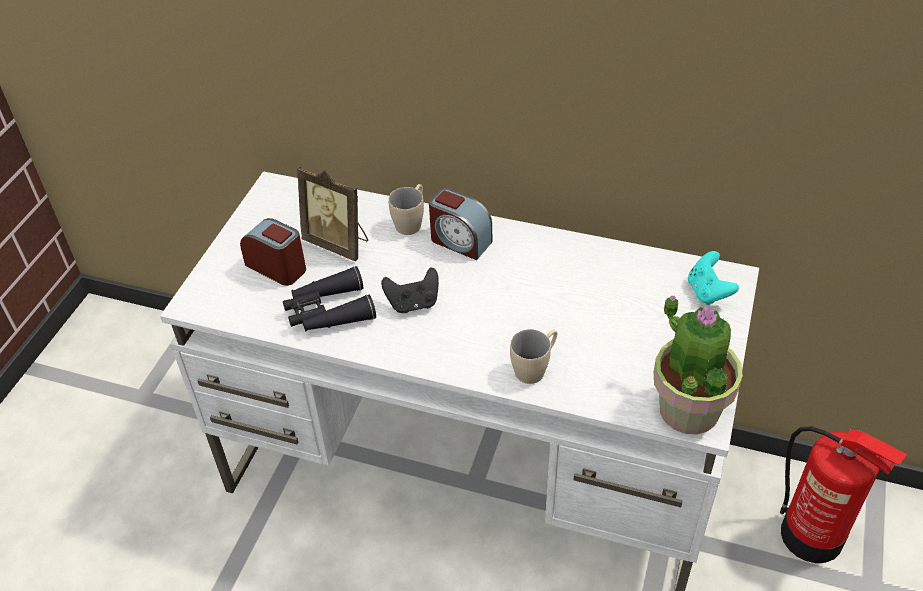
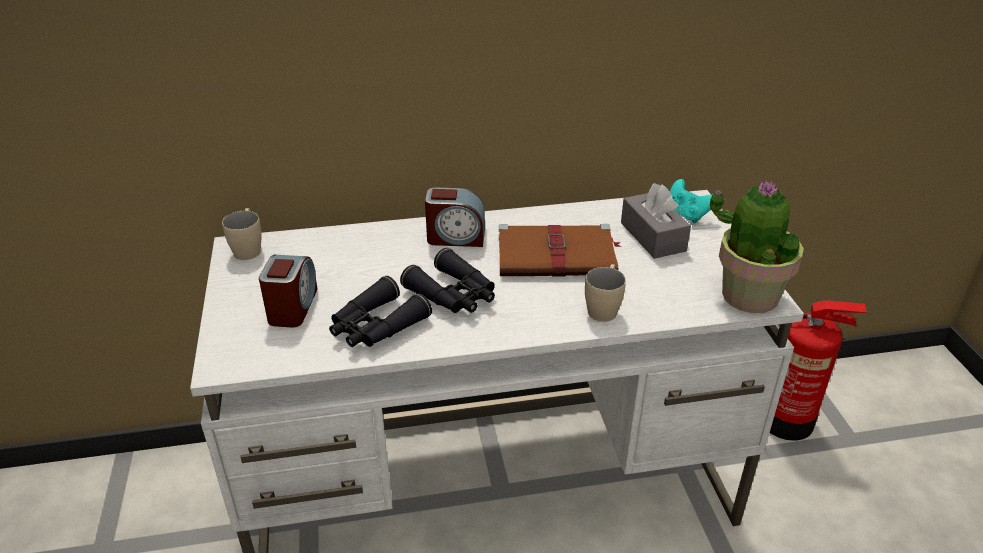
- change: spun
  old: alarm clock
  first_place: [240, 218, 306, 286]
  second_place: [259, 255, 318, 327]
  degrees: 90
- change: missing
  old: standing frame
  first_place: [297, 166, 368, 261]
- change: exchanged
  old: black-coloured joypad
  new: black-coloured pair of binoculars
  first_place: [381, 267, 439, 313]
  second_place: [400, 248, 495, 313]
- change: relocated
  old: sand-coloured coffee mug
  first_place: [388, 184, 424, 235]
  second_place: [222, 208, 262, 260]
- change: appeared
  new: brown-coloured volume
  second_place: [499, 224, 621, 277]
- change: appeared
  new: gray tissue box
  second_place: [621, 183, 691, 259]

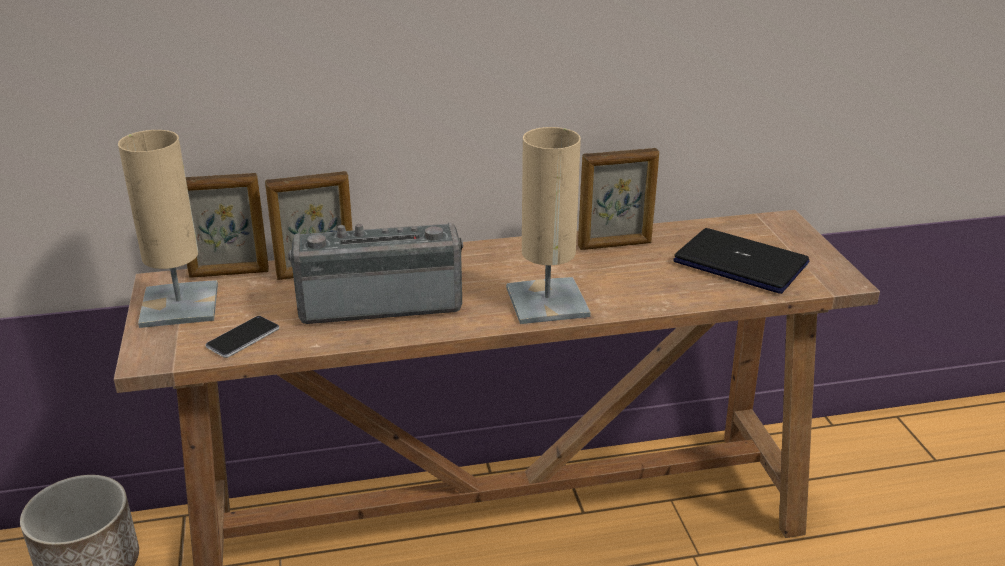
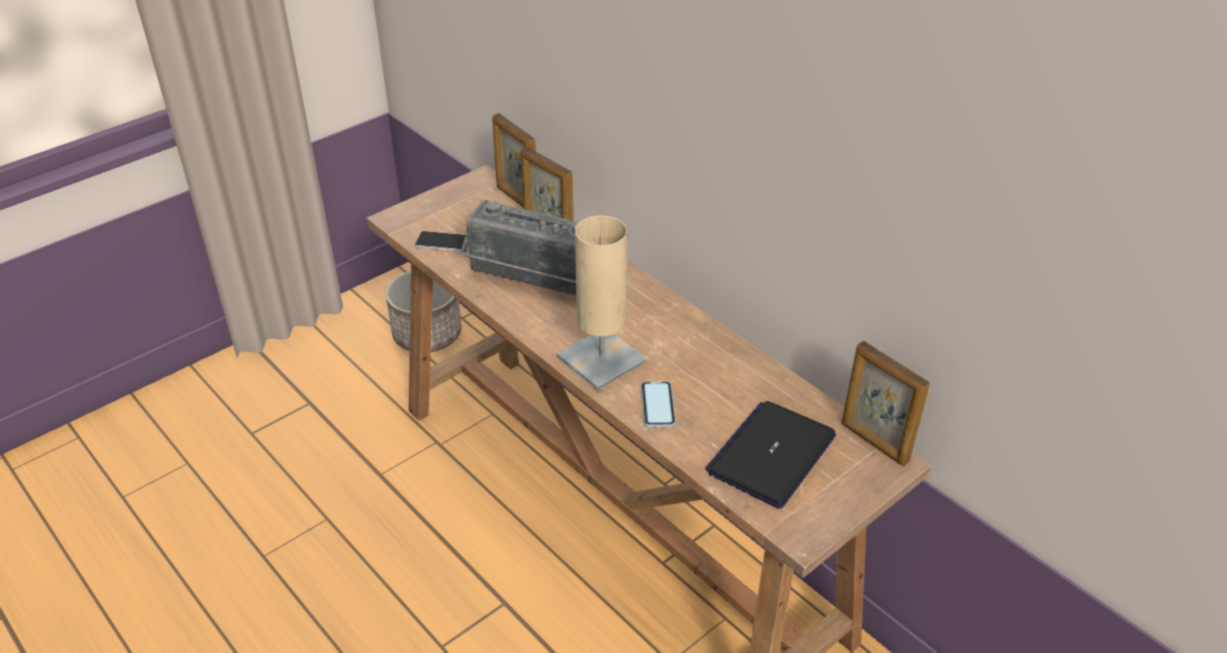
- change: missing
  old: sand-coloured tabletop lamp
  first_place: [118, 130, 218, 328]
- change: spun
  old: radio receiver
  first_place: [288, 222, 463, 324]
  second_place: [461, 200, 580, 296]
  degrees: 150
- change: relocated
  old: standing frame
  first_place: [578, 148, 659, 250]
  second_place: [841, 341, 930, 466]
- change: spun
  old: portable computer
  first_place: [673, 228, 810, 294]
  second_place: [705, 401, 836, 509]
  degrees: -150
- change: appeared
  new: handset
  second_place: [641, 381, 676, 427]

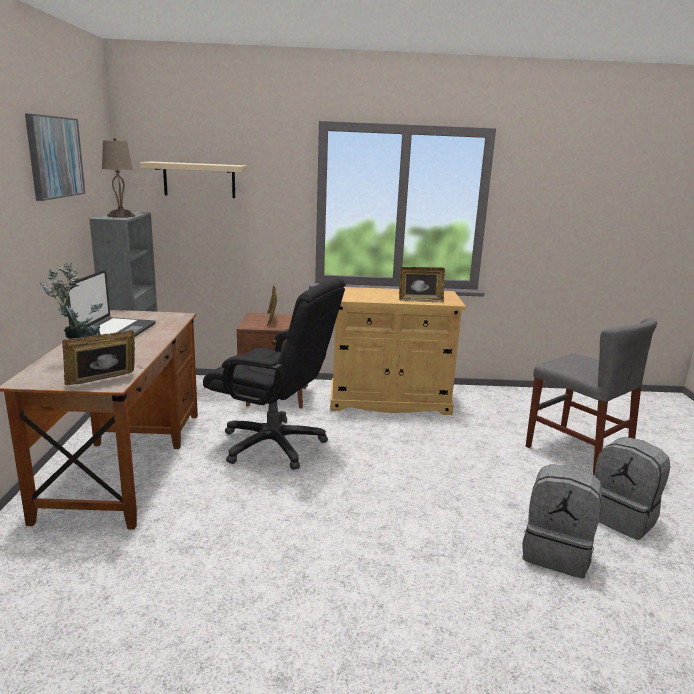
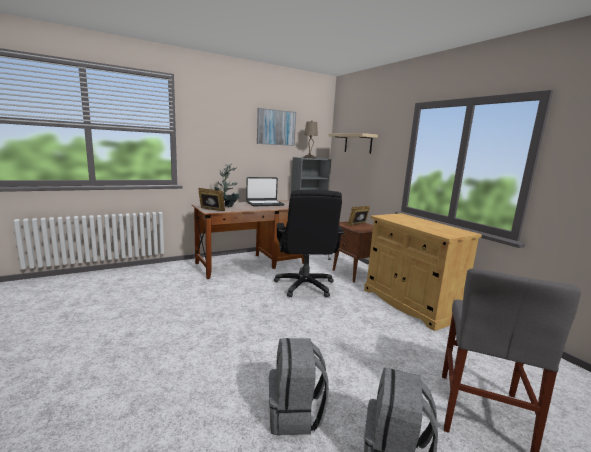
- change: missing
  old: standing frame
  first_place: [399, 267, 445, 302]

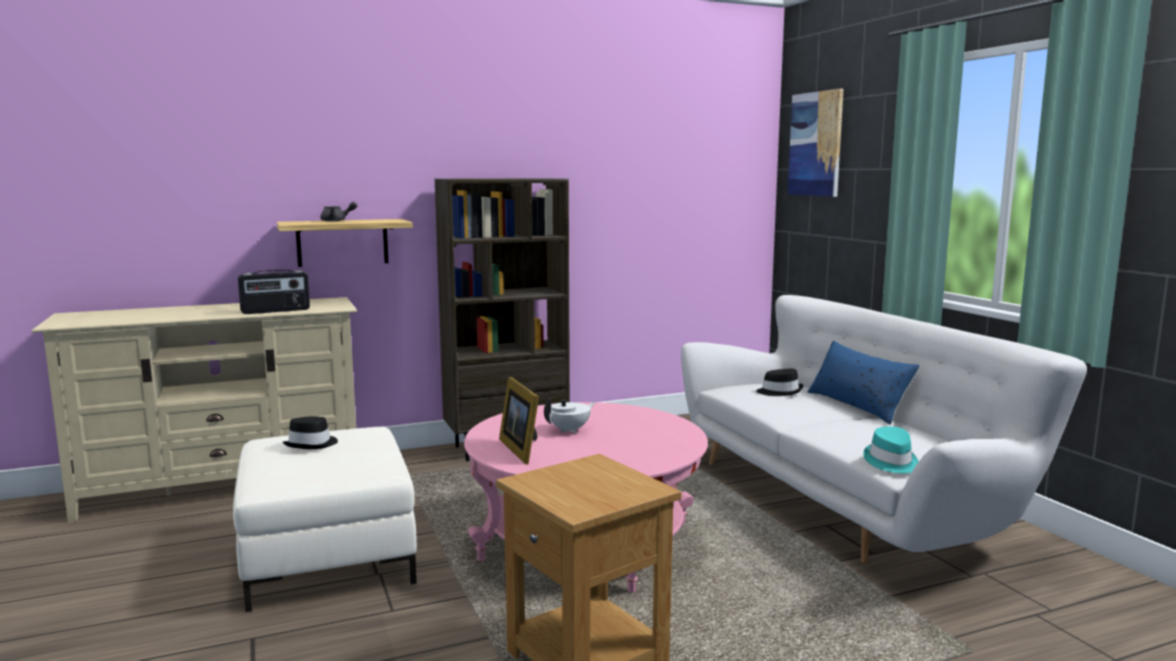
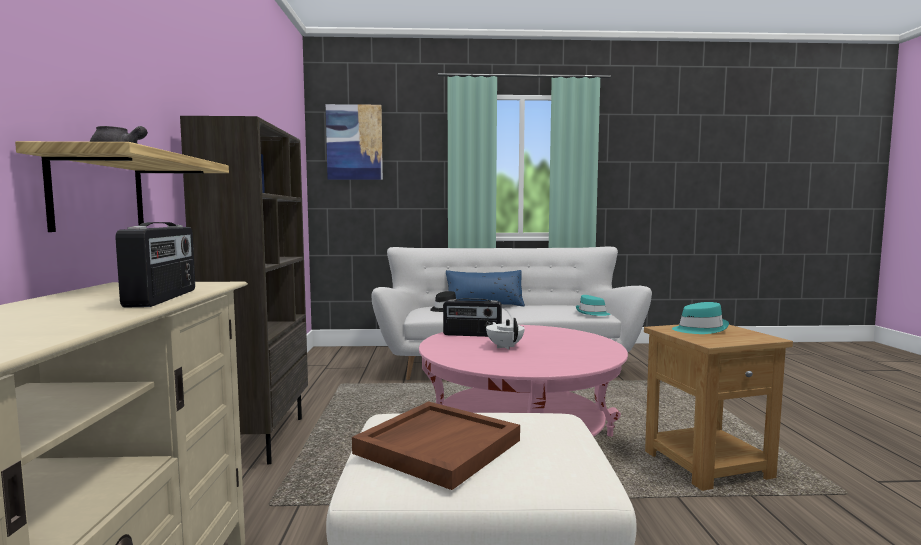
- change: exchanged
  old: black-coloured clothing hat
  new: brown-coloured serving tray
  first_place: [283, 416, 338, 449]
  second_place: [352, 401, 520, 490]
- change: missing
  old: standing frame
  first_place: [499, 377, 539, 464]
- change: appeared
  new: radio receiver
  second_place: [443, 298, 502, 337]
- change: appeared
  new: turquoise clothing hat
  second_place: [672, 302, 729, 334]

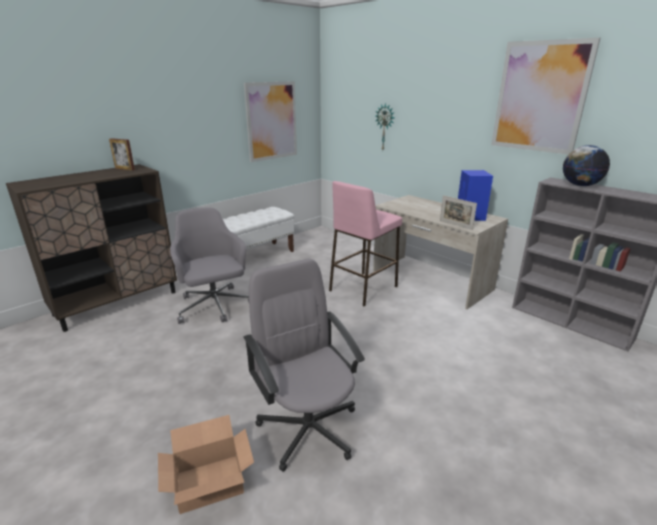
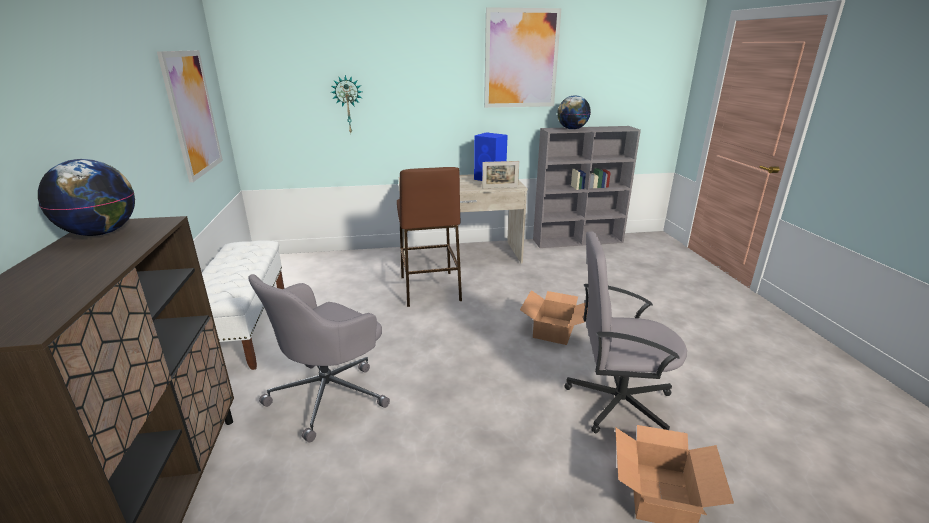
- change: exchanged
  old: standing frame
  new: globe
  first_place: [109, 138, 135, 171]
  second_place: [38, 159, 135, 236]
- change: spun
  old: gray desk chair
  first_place: [170, 208, 249, 324]
  second_place: [248, 274, 390, 442]
  degrees: -60
- change: colour
  old: pinkish stool seat
  new: brown-coloured stool seat
  first_place: [329, 181, 402, 307]
  second_place: [397, 167, 462, 307]
- change: appeared
  new: carton
  second_place: [520, 290, 588, 345]

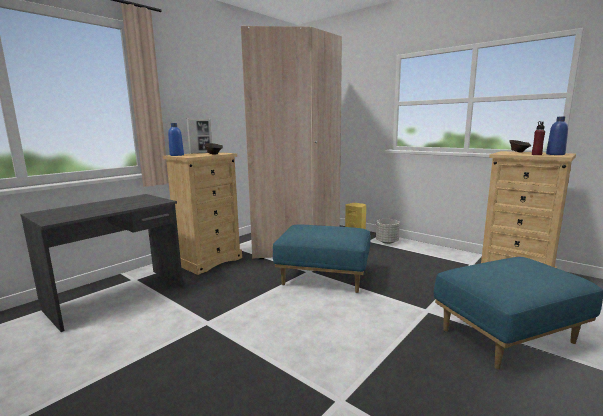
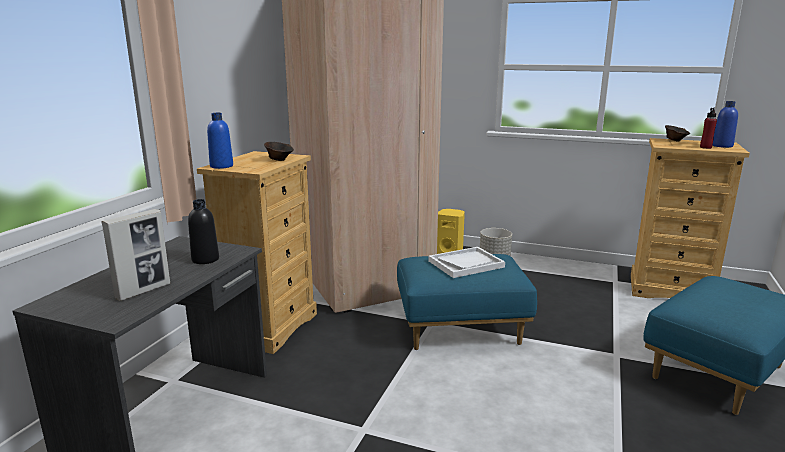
- change: relocated
  old: standing frame
  first_place: [186, 119, 212, 154]
  second_place: [101, 209, 170, 301]
- change: appeared
  new: black-coloured drink bottle
  second_place: [188, 199, 219, 264]
- change: appeared
  new: white serving tray
  second_place: [428, 247, 505, 278]

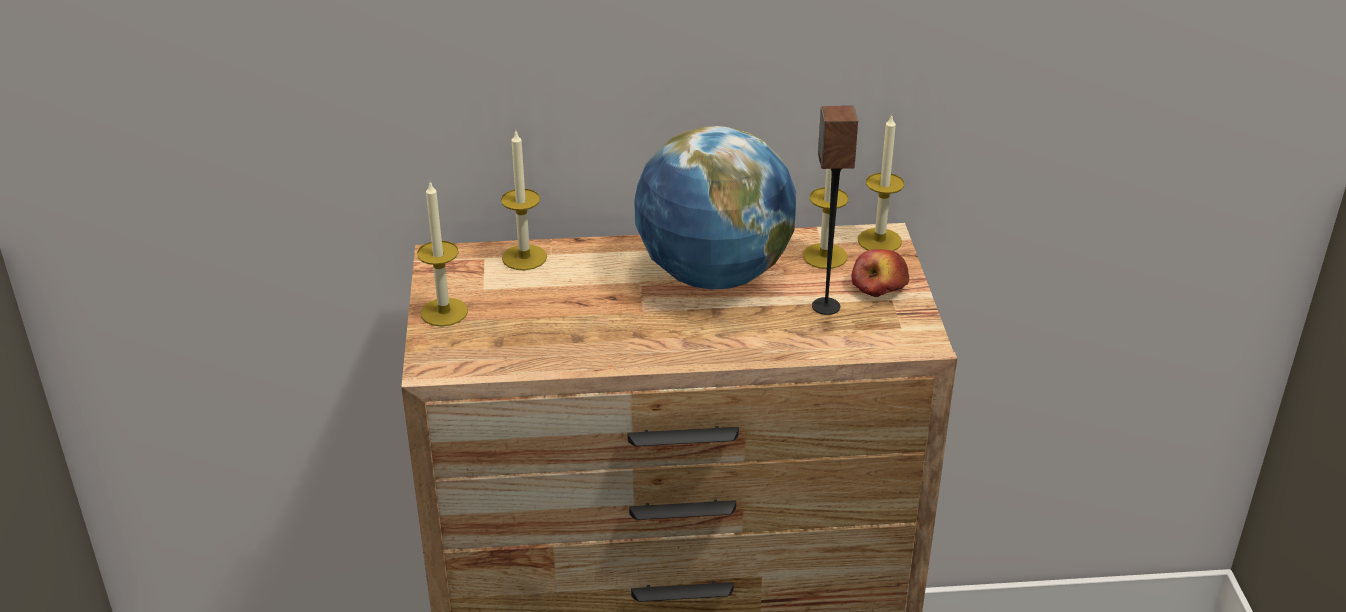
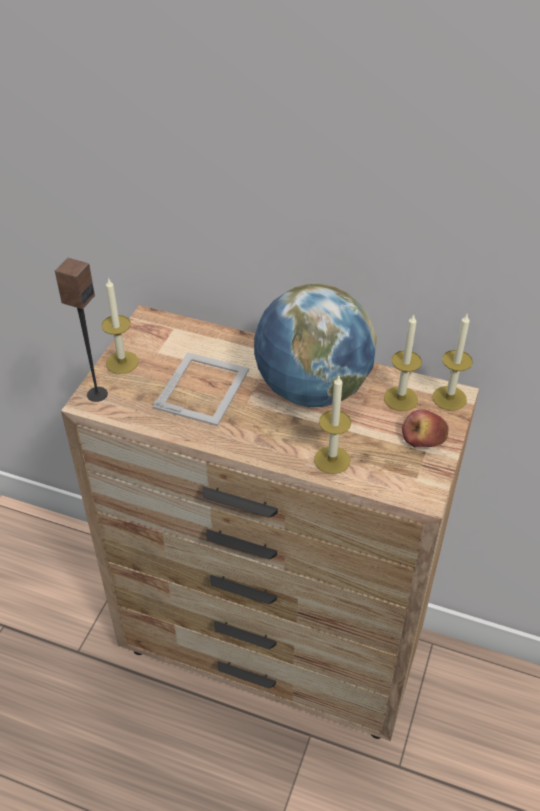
- change: relocated
  old: wax candle
  first_place: [501, 131, 547, 270]
  second_place: [314, 376, 351, 474]
- change: relocated
  old: audio speaker
  first_place: [812, 106, 858, 315]
  second_place: [55, 258, 108, 402]
- change: appeared
  new: standing frame
  second_place: [153, 352, 249, 426]

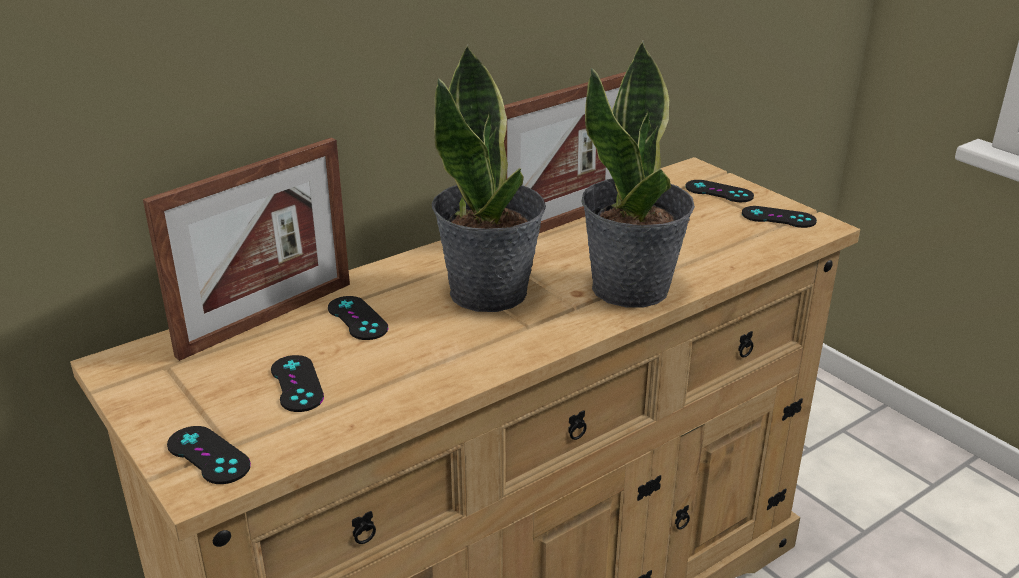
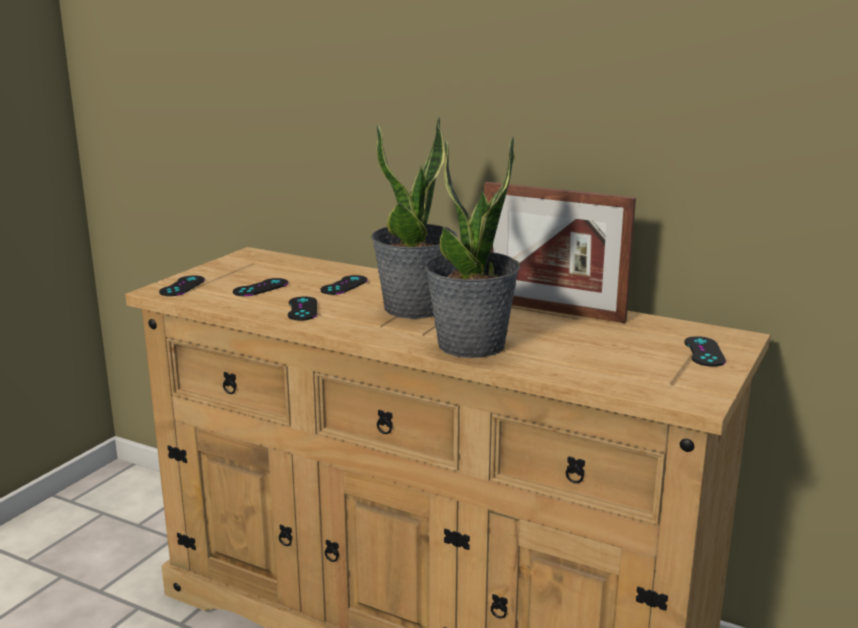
- change: missing
  old: standing frame
  first_place: [143, 138, 350, 361]
- change: relocated
  old: black-coloured joypad
  first_place: [742, 206, 817, 228]
  second_place: [288, 296, 317, 321]

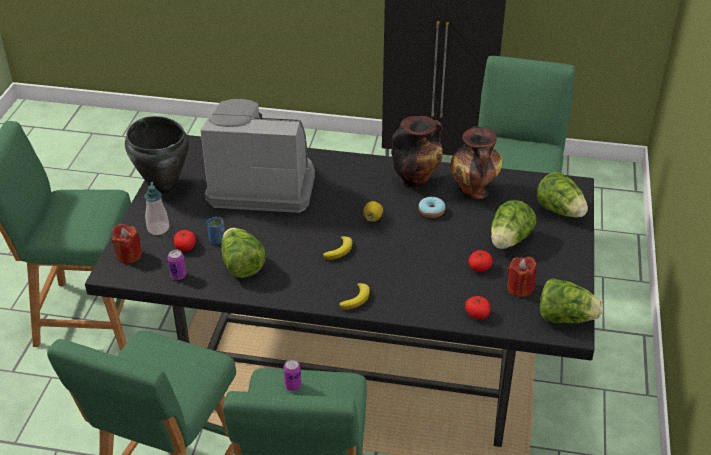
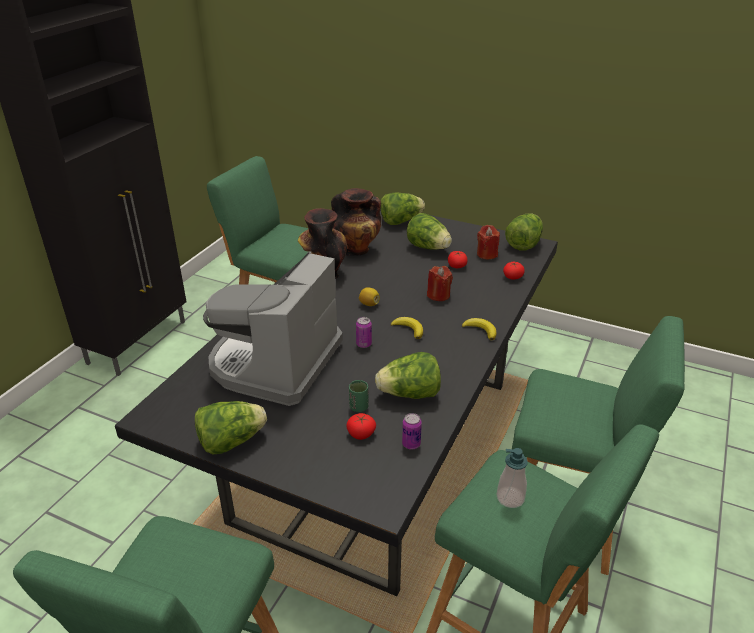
- change: relocated
  old: reddish wax candle
  first_place: [112, 223, 142, 264]
  second_place: [427, 266, 453, 301]
- change: exchanged
  old: black-coloured saucepot
  new: lettuce
  first_place: [125, 116, 189, 194]
  second_place: [195, 401, 267, 455]
- change: relocated
  old: liquid soap bottle
  first_place: [144, 182, 169, 235]
  second_place: [496, 448, 528, 508]
- change: colour
  old: blue drinking cup
  new: green-coloured drinking cup
  first_place: [207, 217, 225, 244]
  second_place: [349, 380, 369, 412]
- change: relocated
  old: can
  first_place: [283, 359, 301, 391]
  second_place: [356, 317, 372, 348]
- change: missing
  old: doughnut
  first_place: [418, 197, 446, 218]

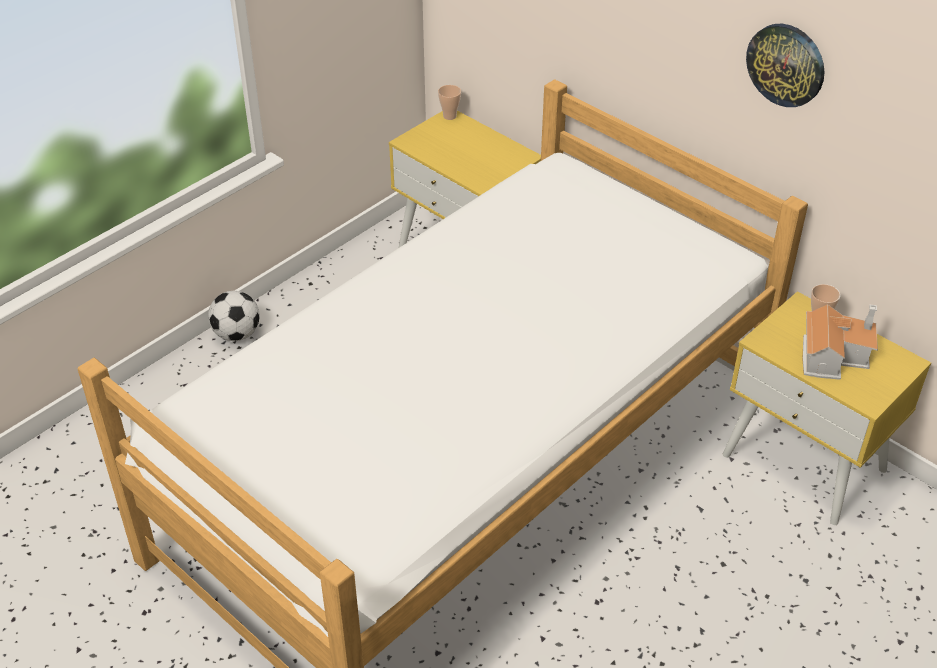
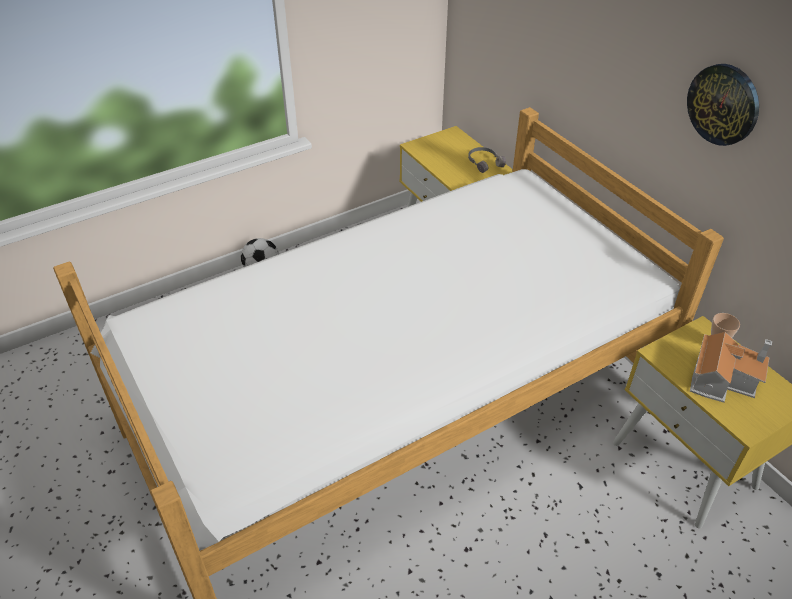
- change: missing
  old: drinking cup
  first_place: [438, 85, 461, 120]
- change: appeared
  new: gray headset
  second_place: [468, 147, 506, 173]

